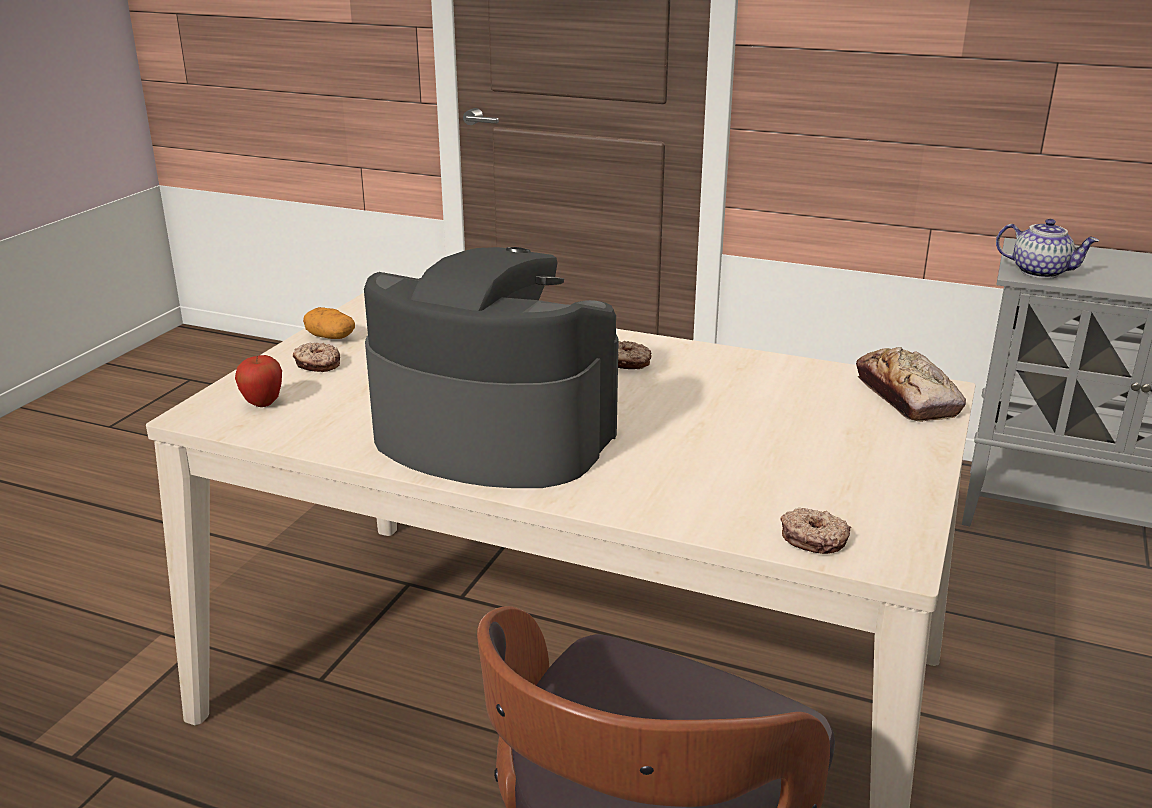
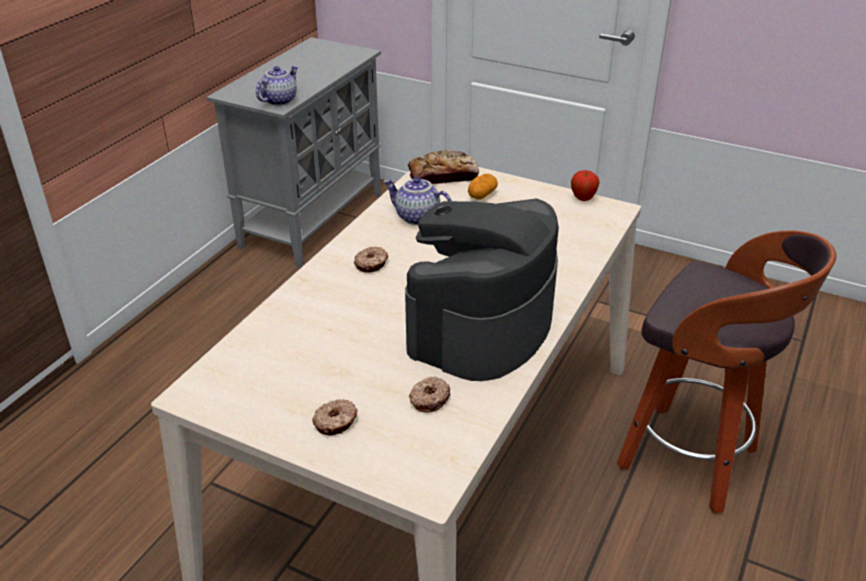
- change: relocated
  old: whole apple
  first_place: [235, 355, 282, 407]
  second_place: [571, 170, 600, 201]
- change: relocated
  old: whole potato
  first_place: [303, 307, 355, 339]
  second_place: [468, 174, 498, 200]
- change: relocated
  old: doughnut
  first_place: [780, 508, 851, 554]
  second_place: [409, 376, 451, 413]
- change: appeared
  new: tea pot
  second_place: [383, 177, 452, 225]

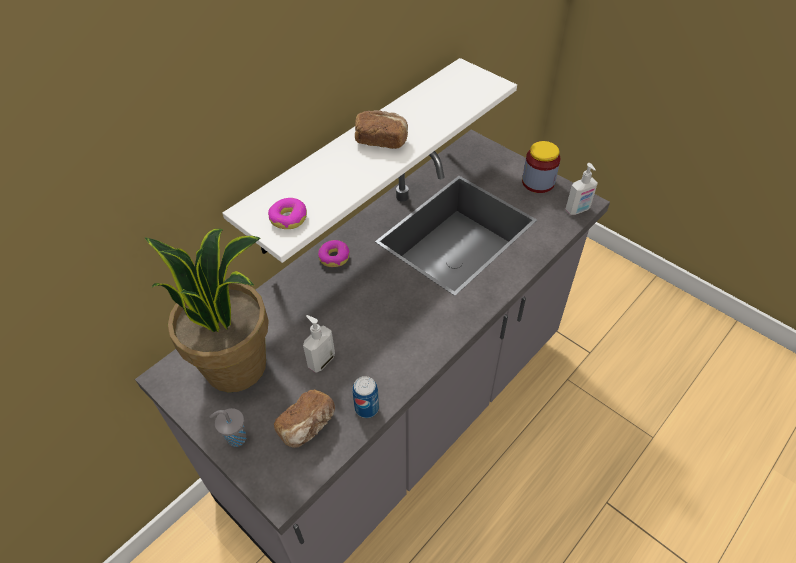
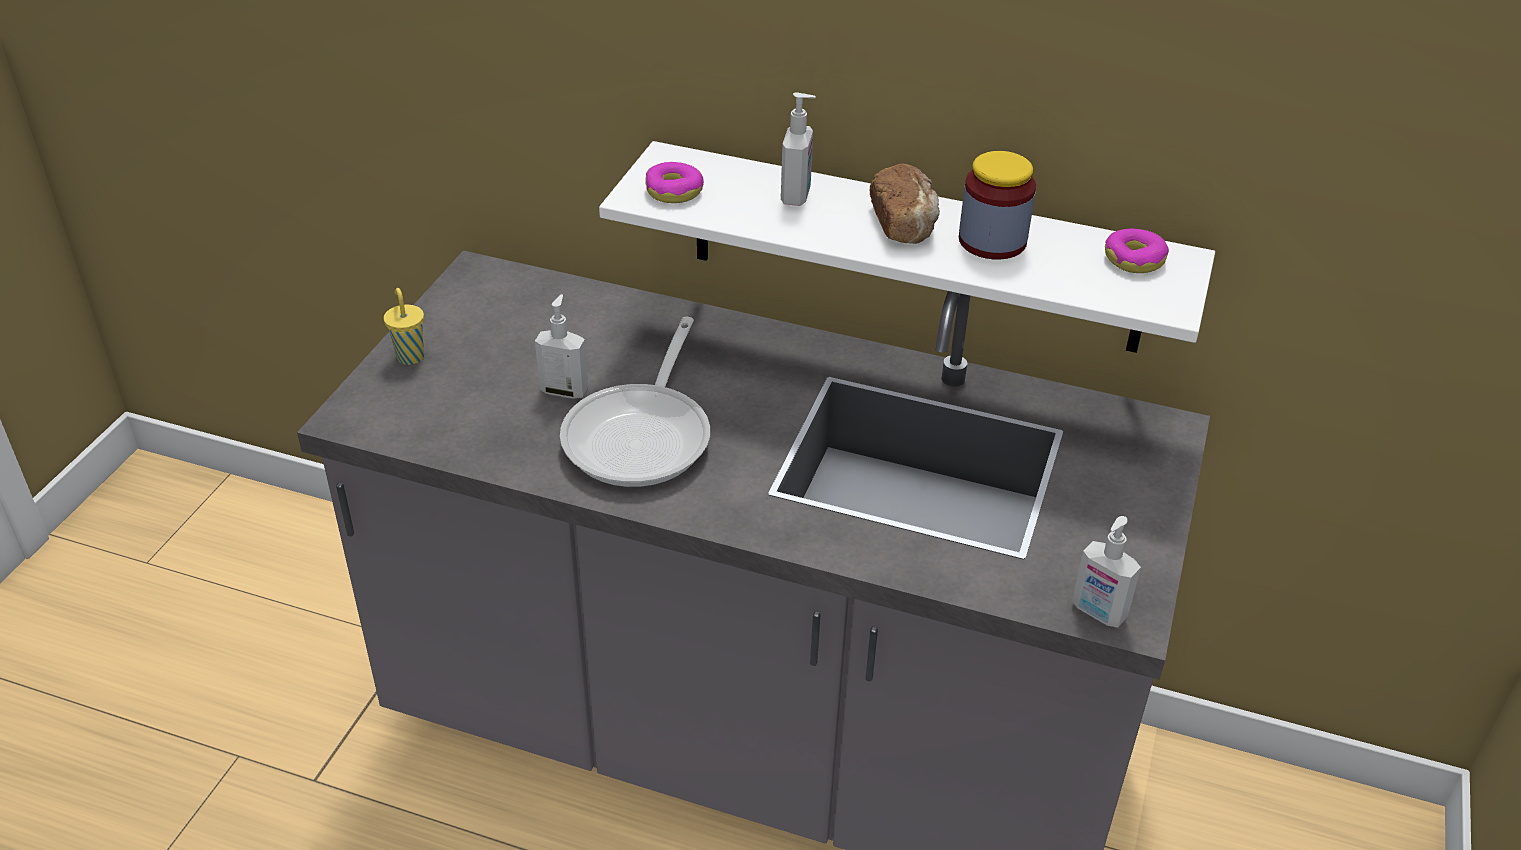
- change: missing
  old: plant in a pot
  first_place: [145, 229, 269, 392]
- change: colour
  old: gray drinking cup
  new: yellow-coloured drinking cup
  first_place: [209, 408, 247, 447]
  second_place: [384, 288, 424, 365]
- change: missing
  old: bread
  first_place: [274, 390, 335, 448]
- change: relocated
  old: doughnut
  first_place: [318, 240, 350, 267]
  second_place: [1105, 229, 1169, 273]
- change: missing
  old: can
  first_place: [352, 376, 379, 418]
- change: relocated
  old: storage jar
  first_place: [522, 141, 560, 193]
  second_place: [959, 151, 1036, 260]
- change: appeared
  new: frying pan
  second_place: [560, 317, 710, 487]
- change: appeared
  new: liquid soap bottle
  second_place: [781, 92, 816, 206]

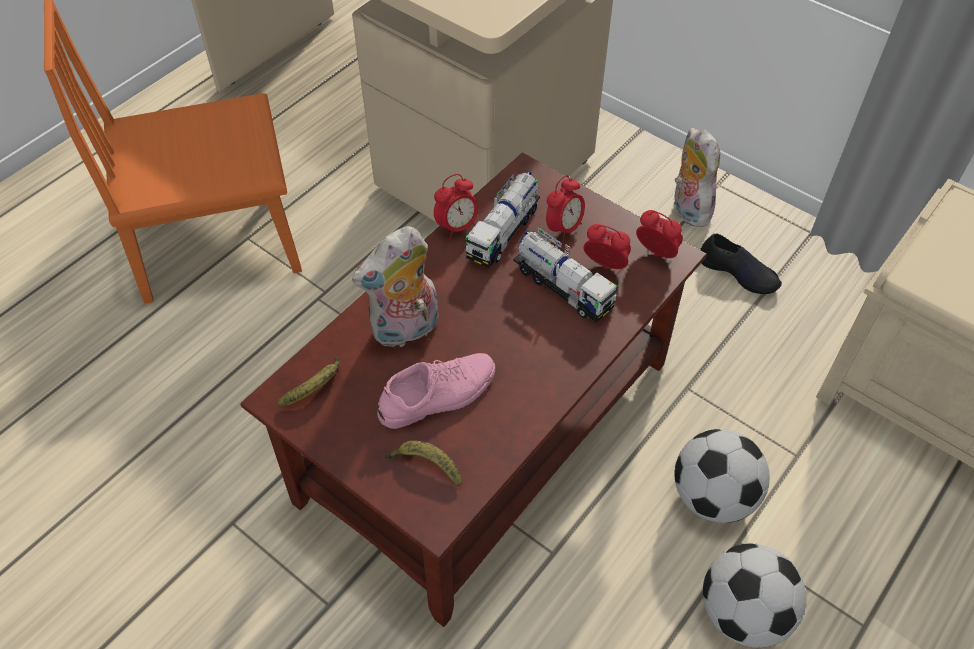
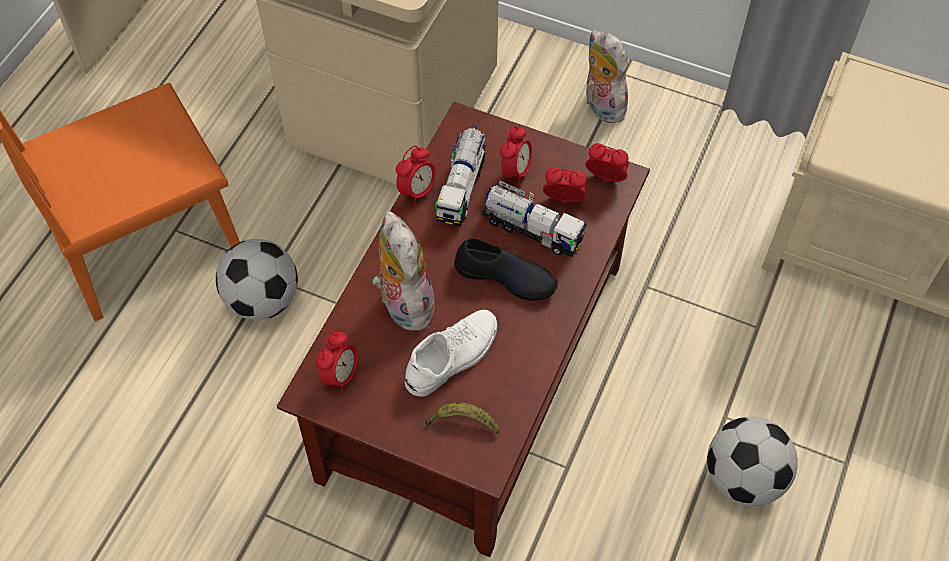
- change: exchanged
  old: whole banana
  new: alarm clock
  first_place: [278, 356, 340, 406]
  second_place: [316, 332, 358, 393]
- change: spun
  old: cuddly toy
  first_place: [352, 226, 438, 347]
  second_place: [372, 211, 435, 331]
  degrees: 120
- change: colour
  old: pinkish shoe
  new: white shoe
  first_place: [377, 353, 495, 429]
  second_place: [405, 310, 497, 397]
- change: relocated
  old: football
  first_place: [675, 429, 770, 523]
  second_place: [216, 239, 298, 320]
- change: relocated
  old: black-coloured shoe
  first_place: [700, 234, 782, 294]
  second_place: [454, 238, 558, 301]

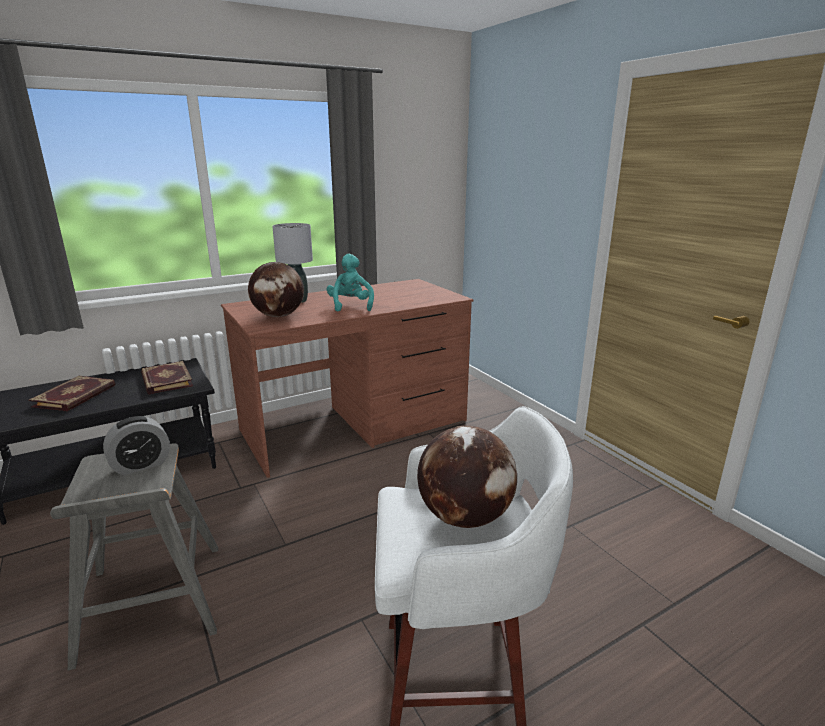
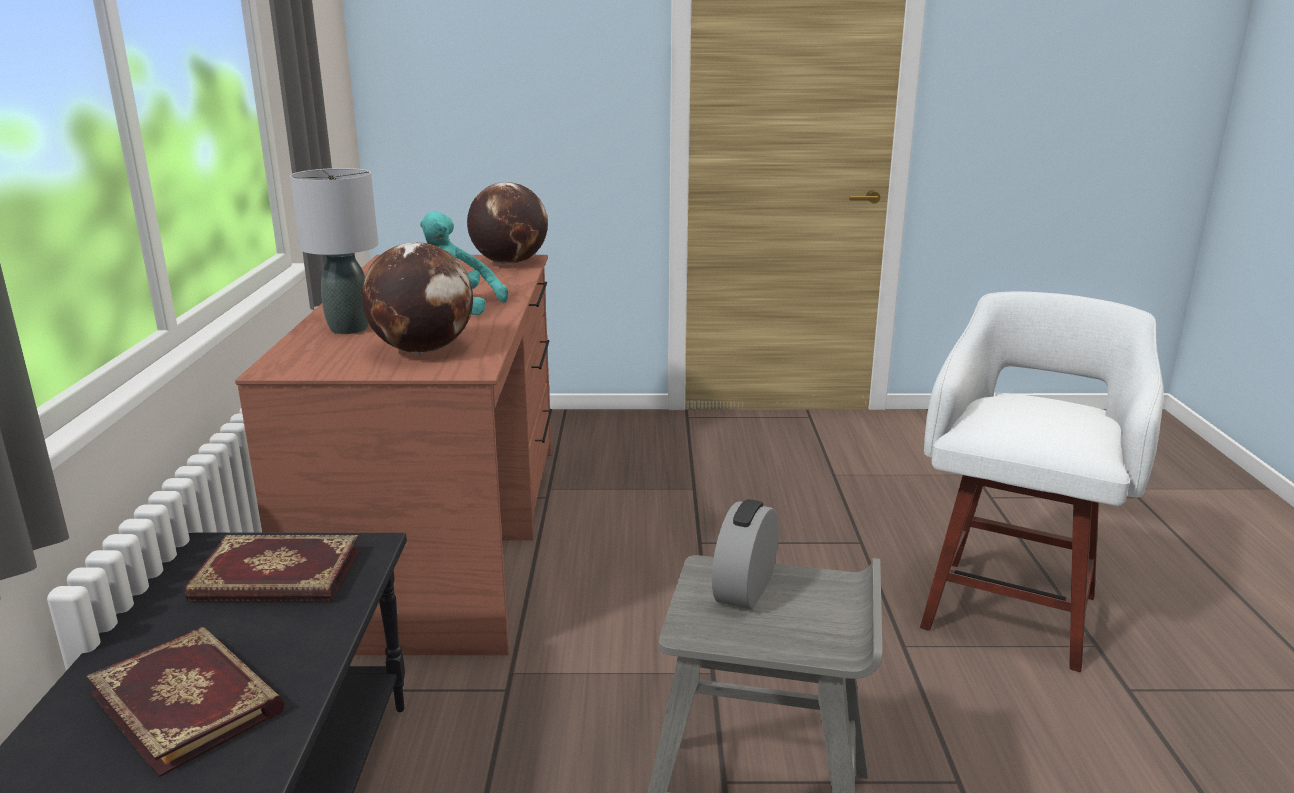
- change: spun
  old: alarm clock
  first_place: [103, 416, 170, 475]
  second_place: [712, 499, 779, 610]
  degrees: -150
- change: relocated
  old: globe
  first_place: [417, 426, 517, 528]
  second_place: [467, 182, 548, 264]

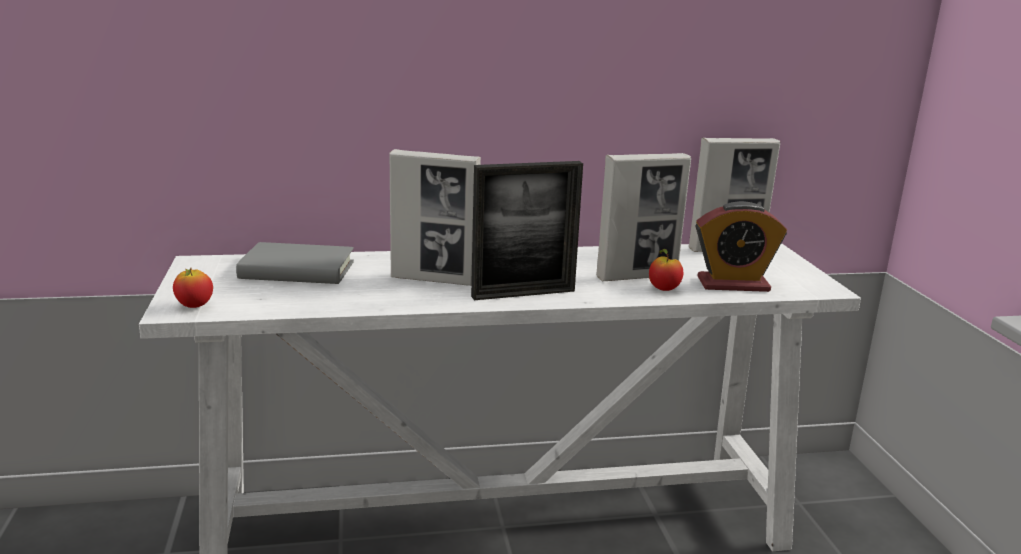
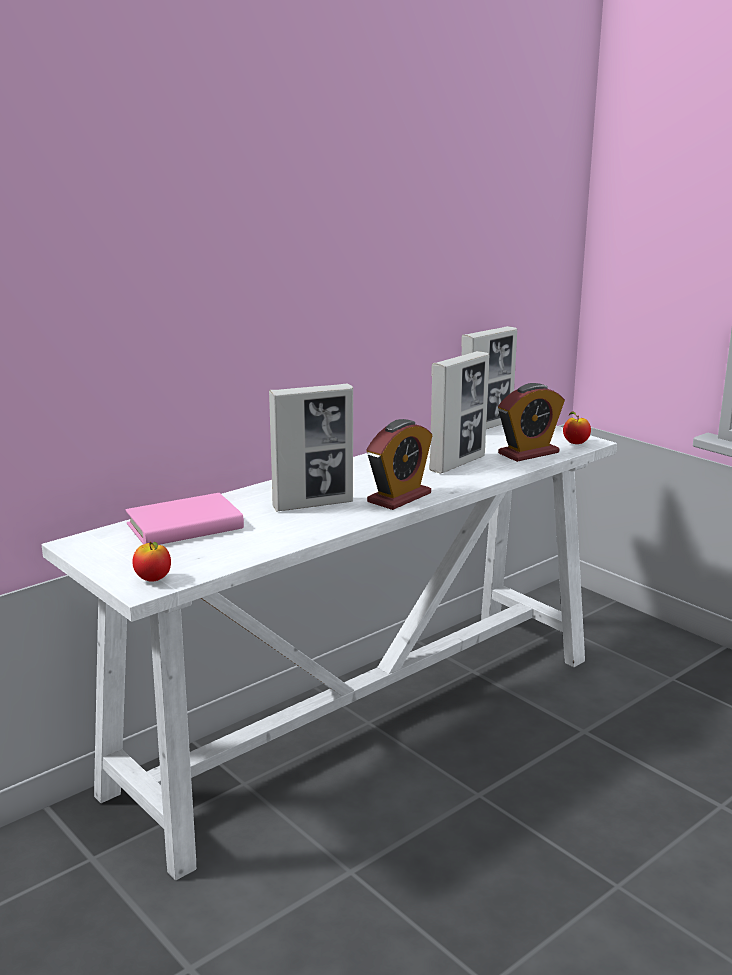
- change: colour
  old: gray volume
  new: pinkish volume
  first_place: [236, 242, 354, 284]
  second_place: [126, 493, 244, 545]
- change: exchanged
  old: standing frame
  new: alarm clock
  first_place: [471, 161, 583, 300]
  second_place: [366, 419, 433, 510]
- change: relocated
  old: whole apple
  first_place: [649, 249, 683, 291]
  second_place: [563, 412, 591, 444]

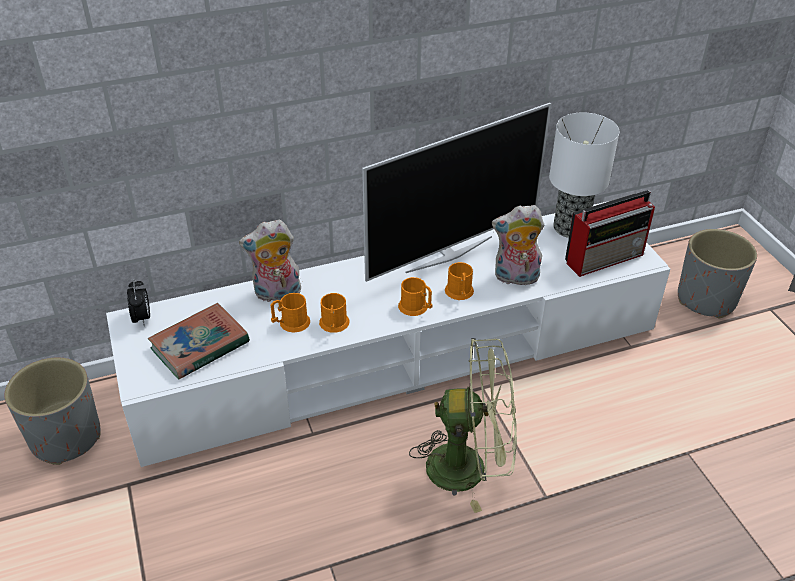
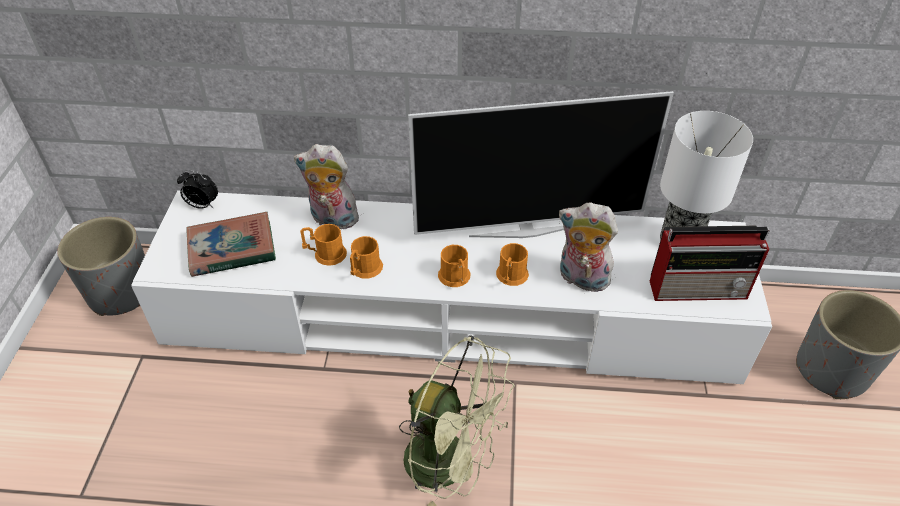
- change: spun
  old: alarm clock
  first_place: [127, 279, 150, 325]
  second_place: [177, 170, 218, 209]
  degrees: 90

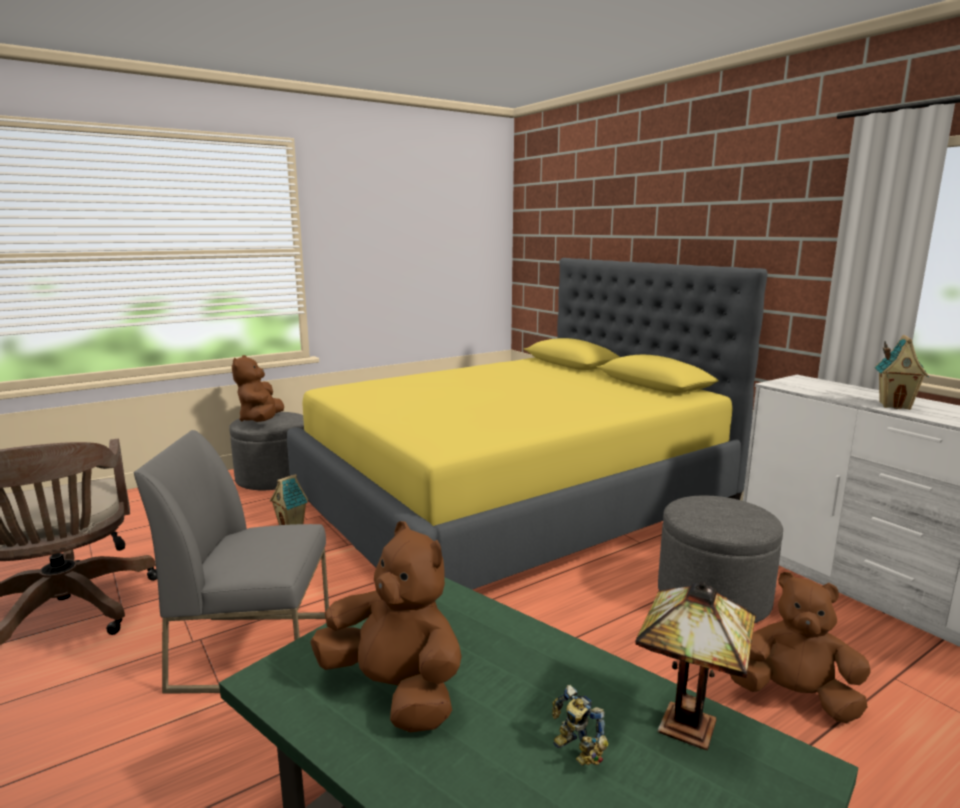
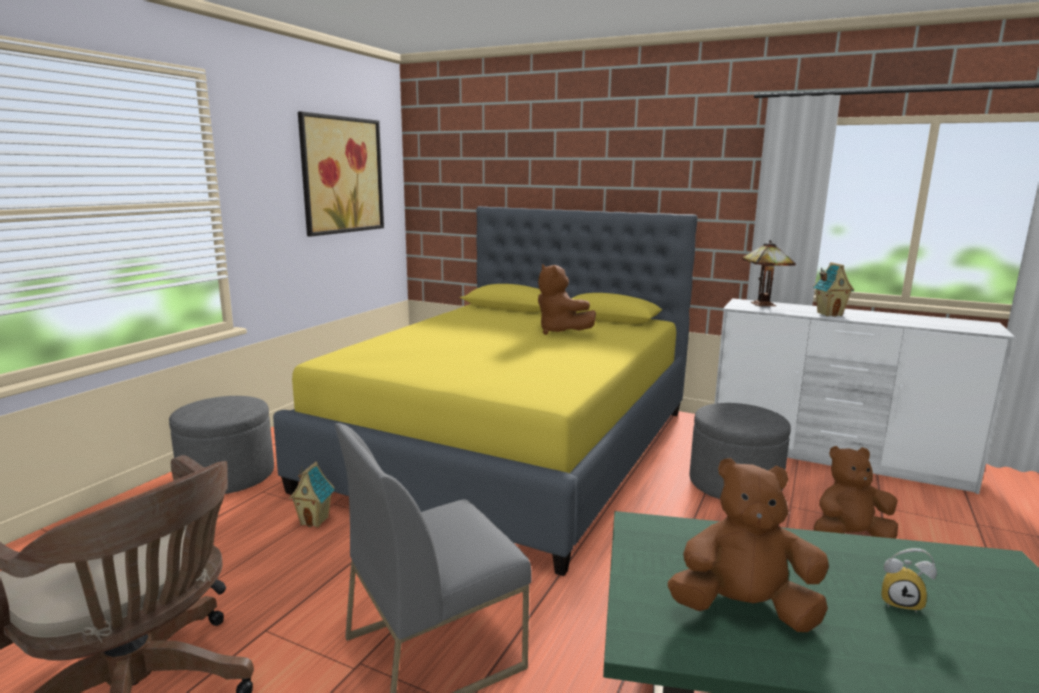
- change: relocated
  old: brown-coloured cuddly toy
  first_place: [232, 355, 284, 422]
  second_place: [538, 264, 596, 335]
- change: exchanged
  old: model robot
  new: alarm clock
  first_place: [552, 685, 609, 766]
  second_place: [881, 548, 937, 613]
- change: relocated
  old: tabletop lamp
  first_place: [635, 582, 756, 750]
  second_place: [742, 240, 796, 307]
- change: appeared
  new: picture
  second_place: [298, 111, 384, 237]

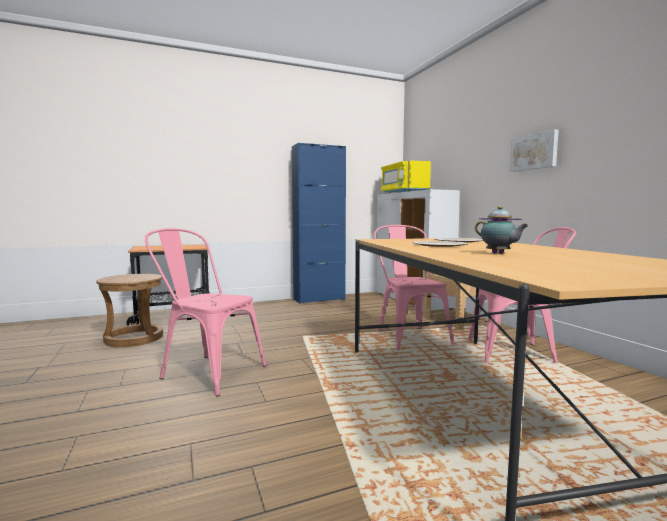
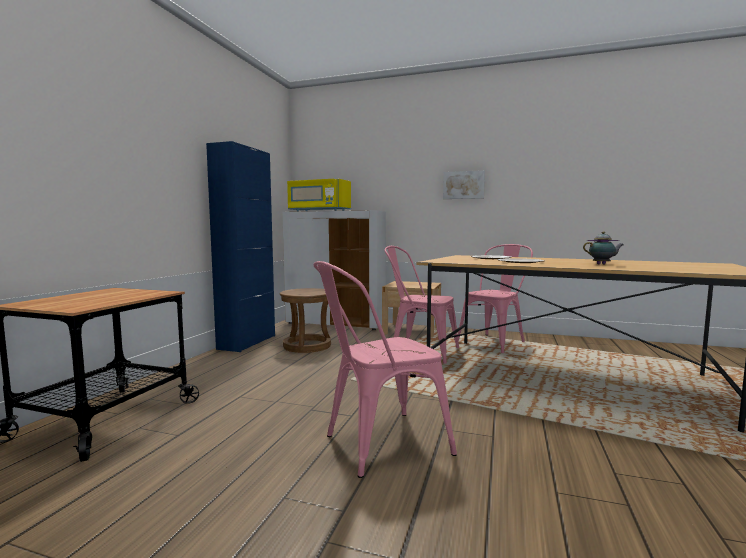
- change: relocated
  old: brown-coloured stool seat
  first_place: [96, 274, 163, 347]
  second_place: [280, 288, 331, 353]

